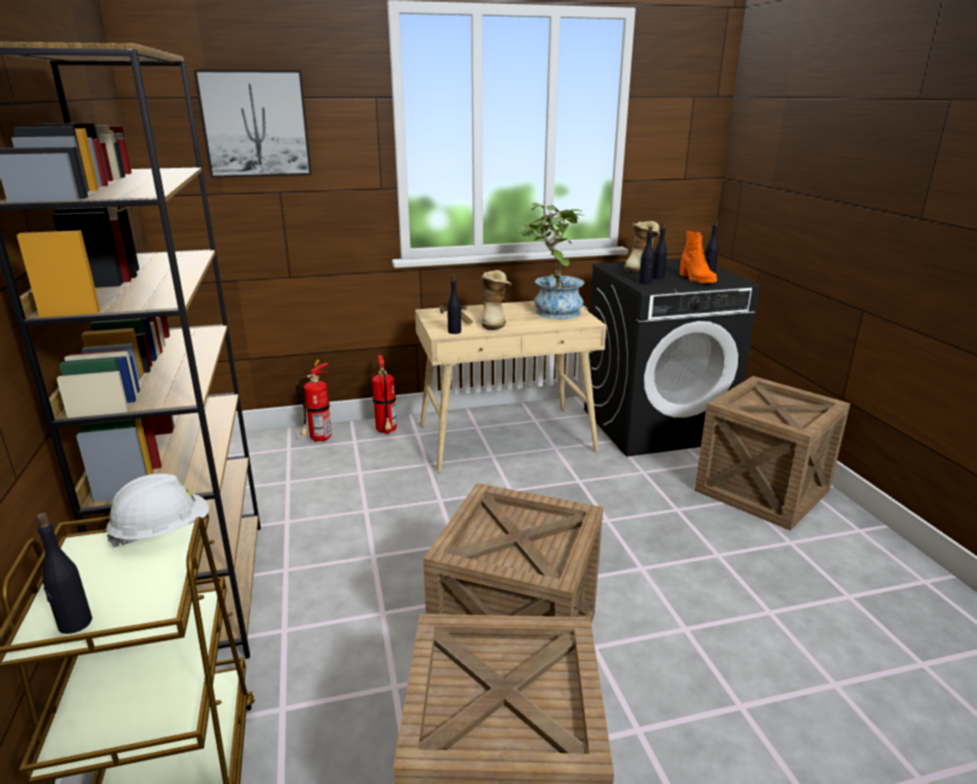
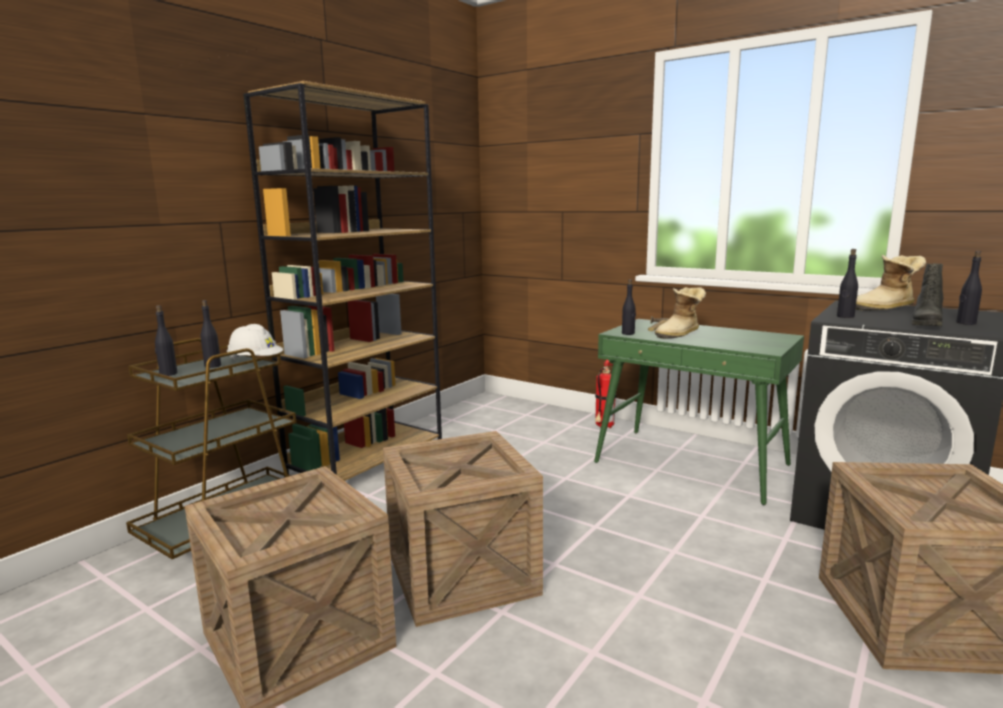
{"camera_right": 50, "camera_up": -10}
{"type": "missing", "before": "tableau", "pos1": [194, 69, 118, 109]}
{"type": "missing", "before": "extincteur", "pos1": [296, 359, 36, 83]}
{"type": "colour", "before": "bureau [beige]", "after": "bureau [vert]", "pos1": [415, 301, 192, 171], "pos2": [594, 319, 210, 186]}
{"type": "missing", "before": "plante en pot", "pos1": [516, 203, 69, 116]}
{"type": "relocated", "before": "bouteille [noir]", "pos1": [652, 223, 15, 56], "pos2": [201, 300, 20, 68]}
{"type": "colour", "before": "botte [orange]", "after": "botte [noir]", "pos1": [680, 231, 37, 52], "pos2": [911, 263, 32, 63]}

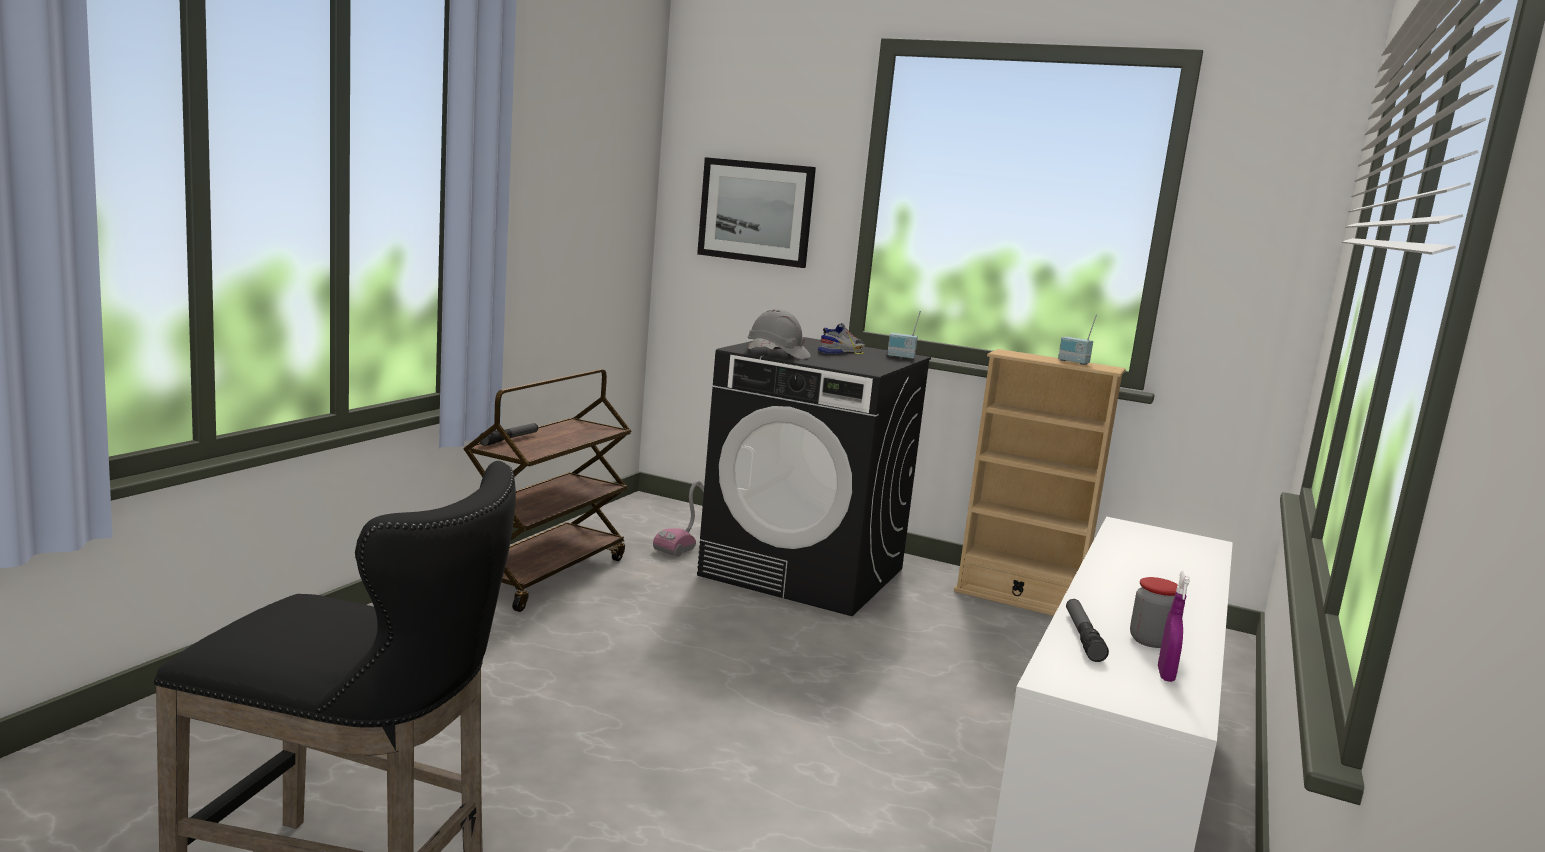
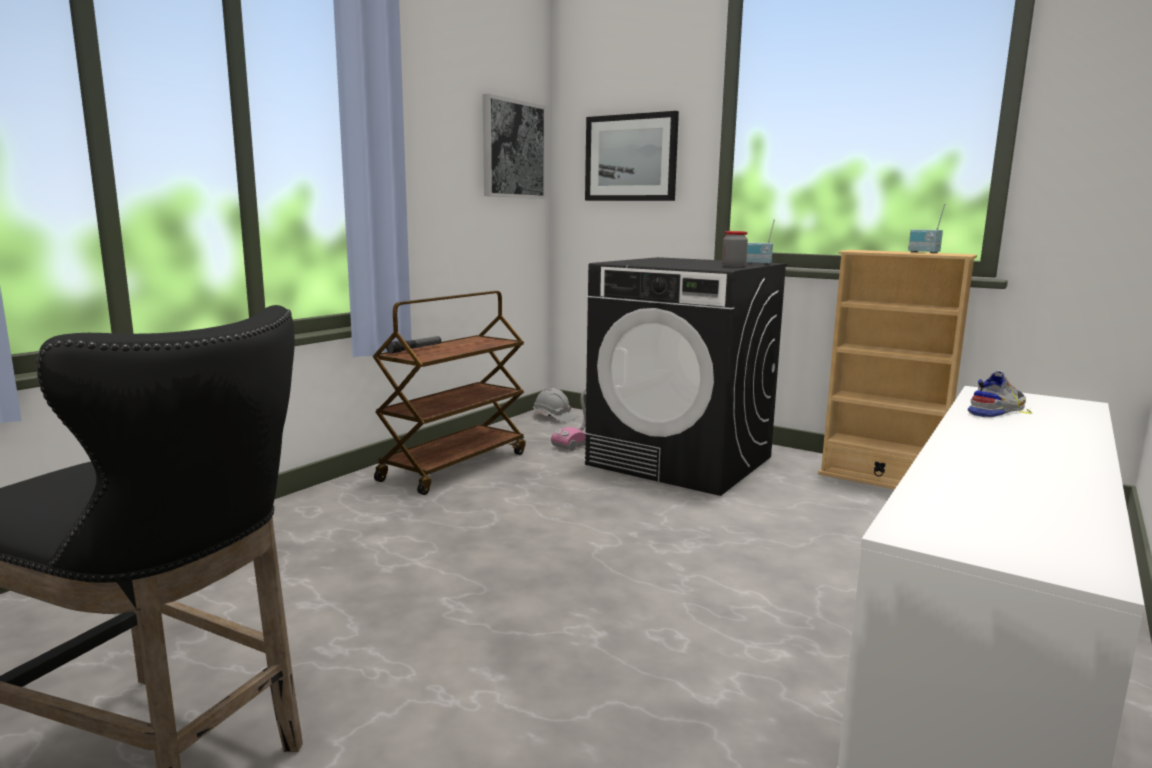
{"camera_right": 10, "camera_up": 0}
{"type": "relocated", "before": "casque de chantier [gris]", "pos1": [748, 309, 63, 50], "pos2": [533, 388, 42, 34]}
{"type": "relocated", "before": "chaussure", "pos1": [818, 323, 47, 31], "pos2": [968, 370, 64, 47]}
{"type": "missing", "before": "lampe de poche", "pos1": [1066, 599, 43, 63]}
{"type": "relocated", "before": "bocal", "pos1": [1130, 577, 48, 71], "pos2": [722, 231, 26, 36]}
{"type": "missing", "before": "vaporisateur [violet]", "pos1": [1158, 570, 32, 112]}
{"type": "appeared", "after": "tableau", "pos2": [483, 94, 63, 105]}

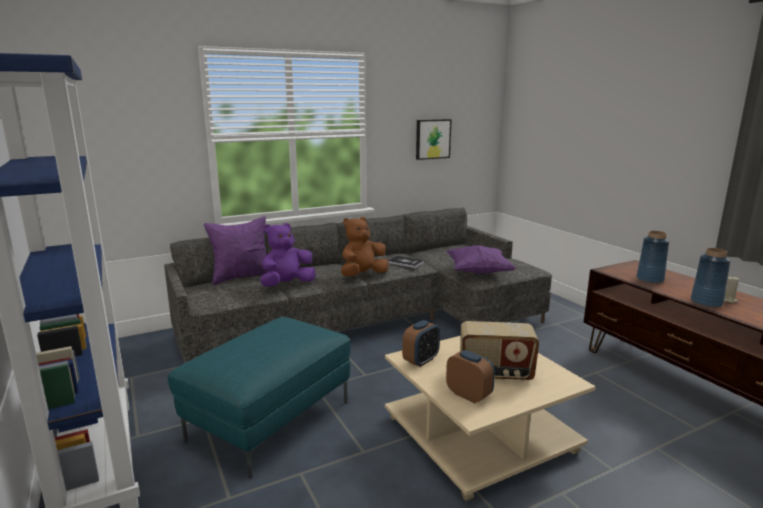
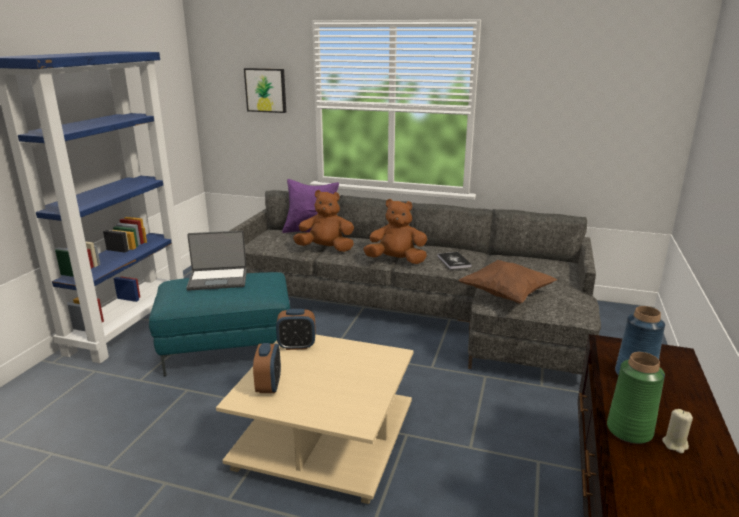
{"camera_right": 45, "camera_up": 5}
{"type": "colour", "before": "peluche [violet]", "after": "peluche [marron]", "pos1": [260, 223, 56, 64], "pos2": [293, 190, 61, 62]}
{"type": "relocated", "before": "tableau", "pos1": [416, 119, 36, 41], "pos2": [244, 68, 42, 45]}
{"type": "colour", "before": "coussin [violet]", "after": "coussin [marron]", "pos1": [446, 245, 71, 29], "pos2": [458, 260, 99, 44]}
{"type": "missing", "before": "radio", "pos1": [460, 321, 79, 61]}
{"type": "colour", "before": "vase [bleu]", "after": "vase [vert]", "pos1": [691, 248, 40, 60], "pos2": [607, 352, 58, 92]}
{"type": "appeared", "after": "ordinateur portable", "pos2": [186, 231, 61, 60]}

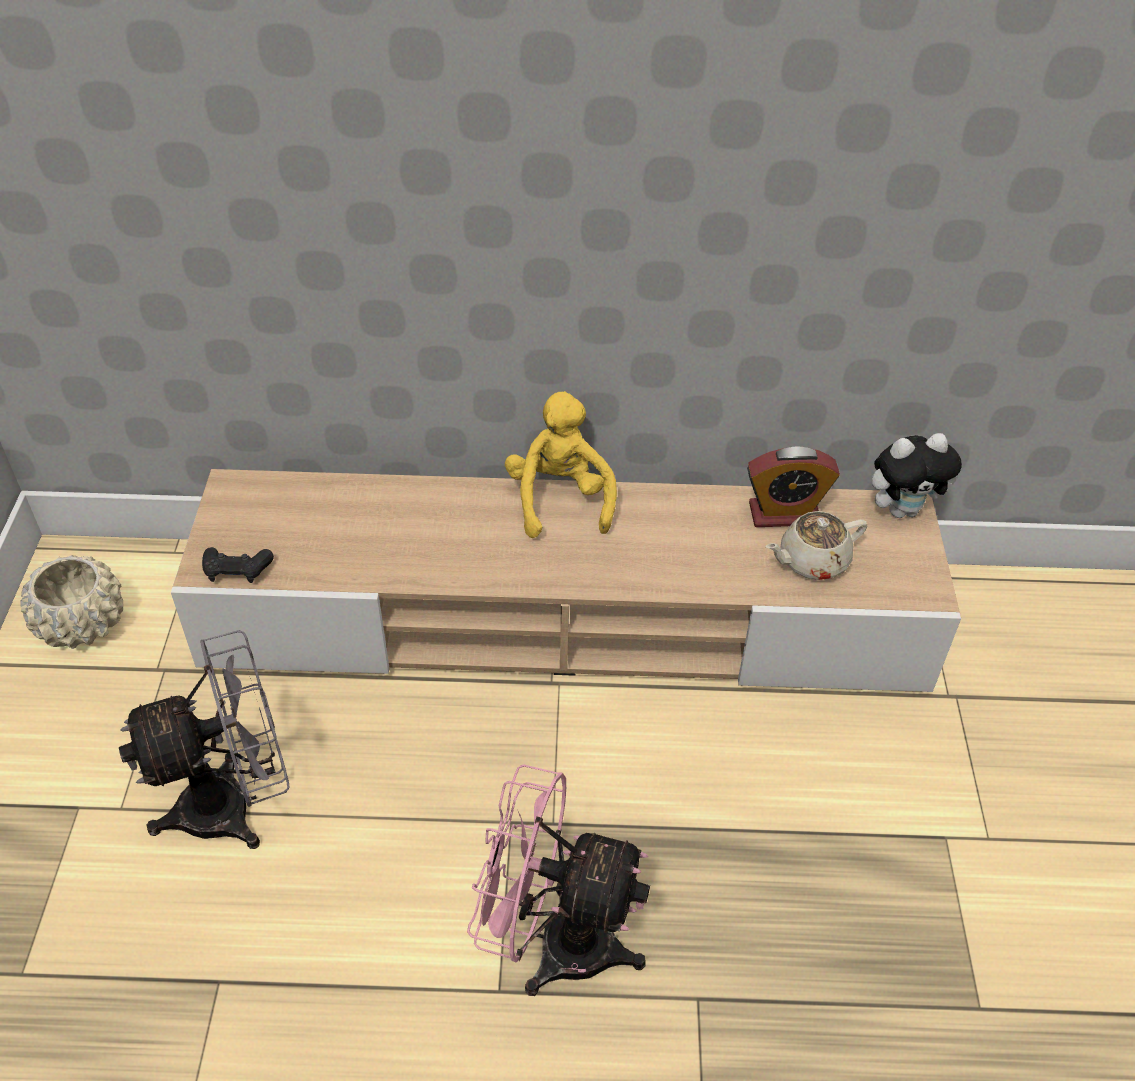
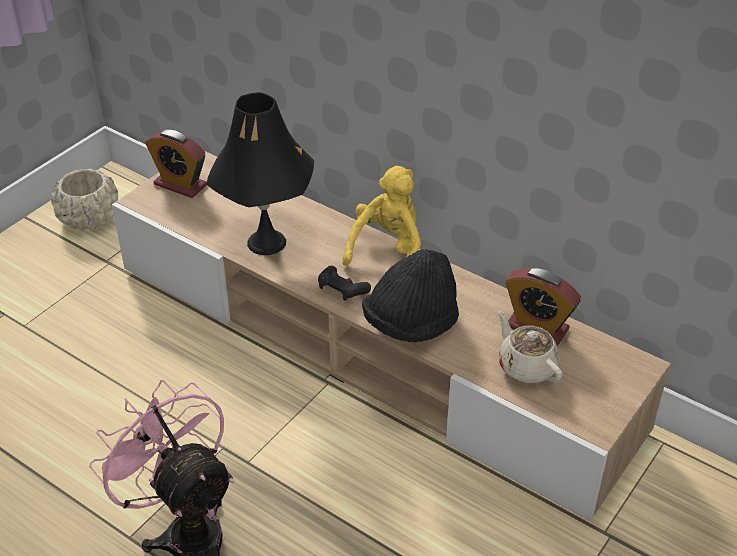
{"camera_right": 35, "camera_up": -5}
{"type": "missing", "before": "ventilateur [gris]", "pos1": [119, 630, 171, 219]}
{"type": "relocated", "before": "manette [noir]", "pos1": [202, 547, 72, 36], "pos2": [318, 265, 53, 36]}
{"type": "spun", "before": "théière [beige]", "pos1": [766, 511, 102, 69], "pos2": [498, 310, 64, 73], "turn": 45}
{"type": "missing", "before": "peluche", "pos1": [872, 433, 90, 85]}
{"type": "appeared", "after": "réveil", "pos2": [145, 130, 62, 68]}
{"type": "appeared", "after": "lampe de table [noir]", "pos2": [206, 92, 108, 163]}
{"type": "appeared", "after": "chapeau [noir]", "pos2": [362, 249, 97, 93]}

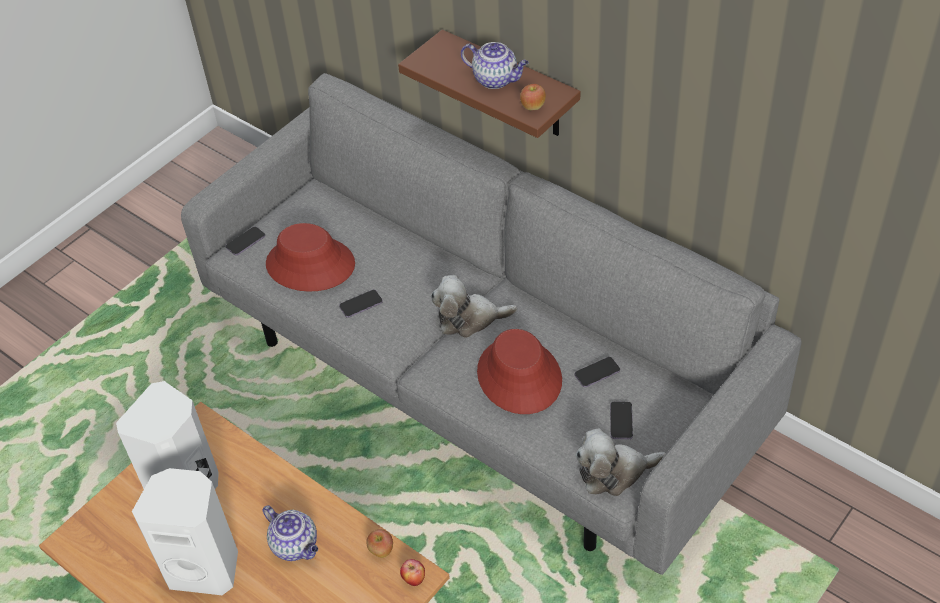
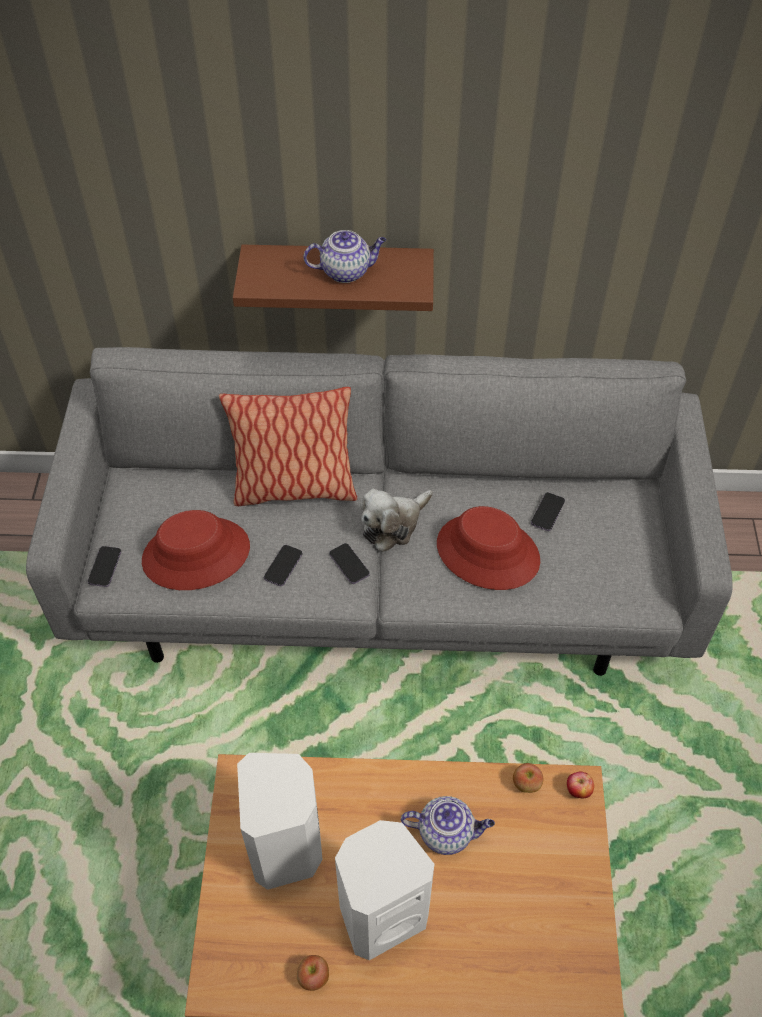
{"camera_right": -40, "camera_up": 5}
{"type": "relocated", "before": "pomme", "pos1": [520, 84, 26, 26], "pos2": [297, 955, 32, 36]}
{"type": "missing", "before": "peluche", "pos1": [575, 429, 91, 67]}
{"type": "relocated", "before": "téléphone", "pos1": [610, 401, 23, 38], "pos2": [329, 543, 41, 41]}
{"type": "appeared", "after": "coussin", "pos2": [219, 387, 138, 119]}

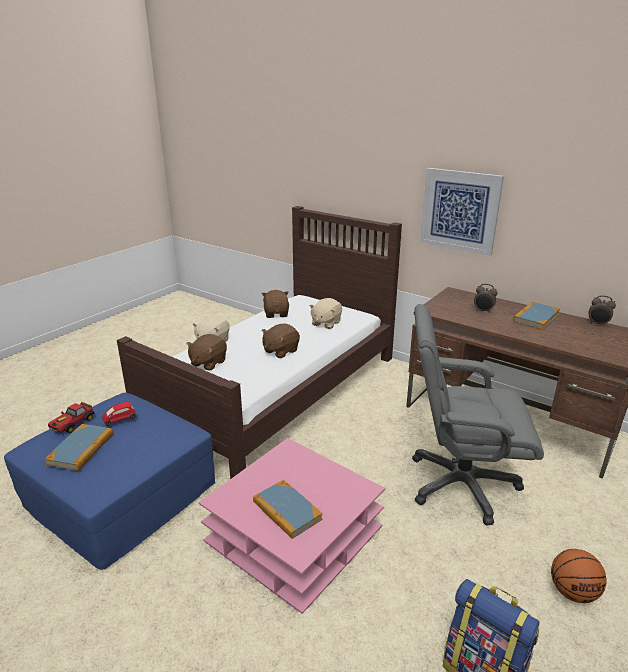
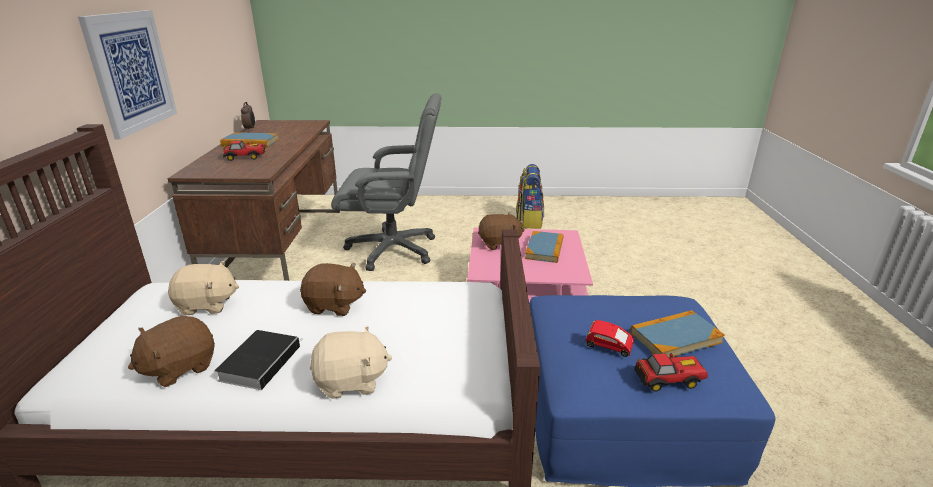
{"camera_right": -125, "camera_up": 0}
{"type": "relocated", "before": "peluche [marron]", "pos1": [186, 334, 41, 37], "pos2": [478, 213, 46, 37]}
{"type": "spun", "before": "chaise de bureau [gris]", "pos1": [412, 304, 132, 222], "pos2": [331, 93, 110, 178], "turn": -60}
{"type": "exchanged", "before": "réveil", "after": "petite voiture", "pos1": [474, 284, 23, 29], "pos2": [222, 141, 44, 20]}
{"type": "missing", "before": "ballon de basket", "pos1": [551, 549, 56, 54]}
{"type": "appeared", "after": "livre", "pos2": [215, 330, 88, 60]}

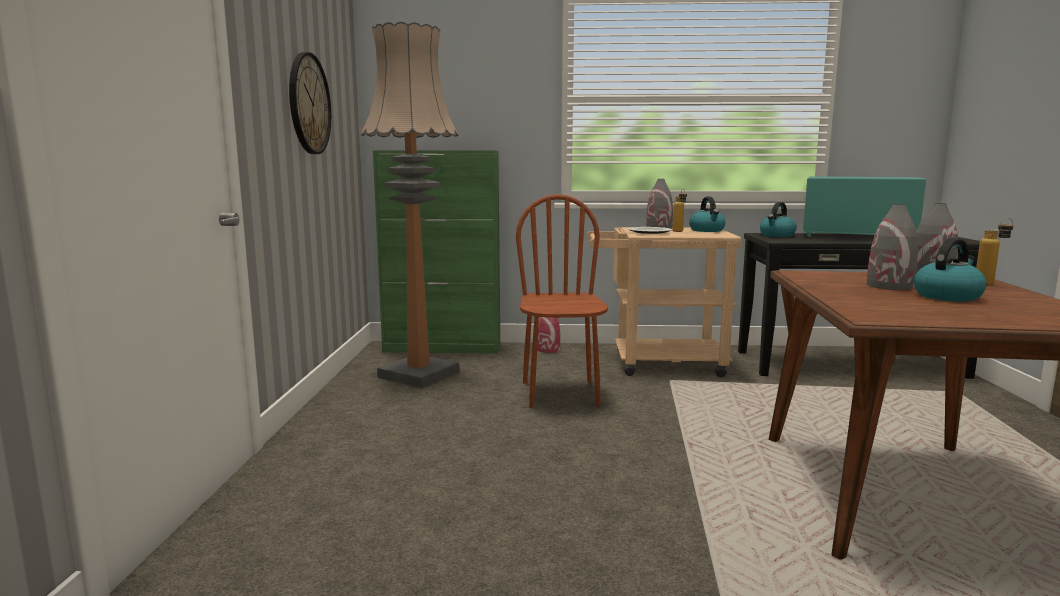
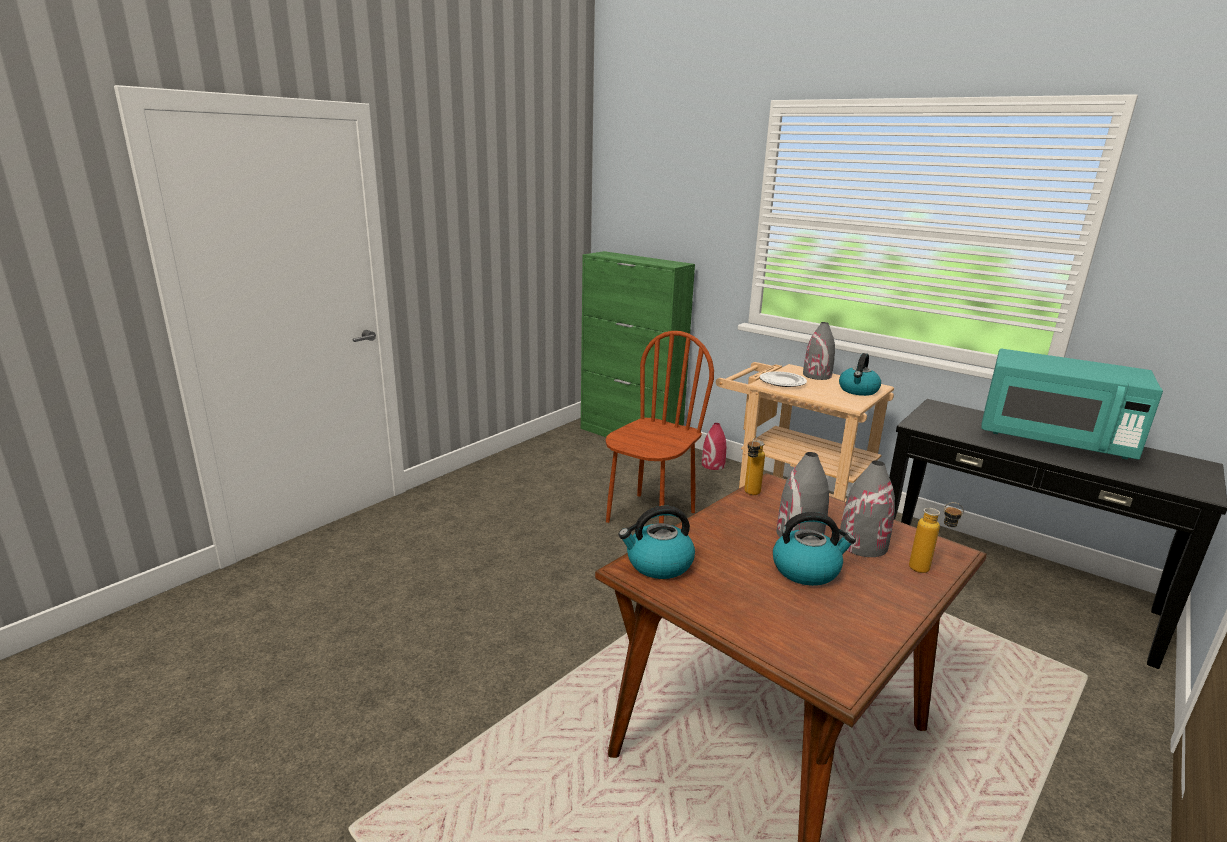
{"camera_right": 35, "camera_up": 10}
{"type": "missing", "before": "horloge murale", "pos1": [289, 52, 42, 102]}
{"type": "missing", "before": "lampadaire", "pos1": [361, 22, 98, 366]}
{"type": "relocated", "before": "bouteille", "pos1": [672, 189, 15, 43], "pos2": [744, 436, 21, 59]}
{"type": "relocated", "before": "bouilloire", "pos1": [760, 202, 37, 35], "pos2": [618, 506, 77, 73]}
{"type": "spun", "before": "micro-ondes [turquoise]", "pos1": [802, 176, 124, 61], "pos2": [981, 349, 182, 111], "turn": 150}

